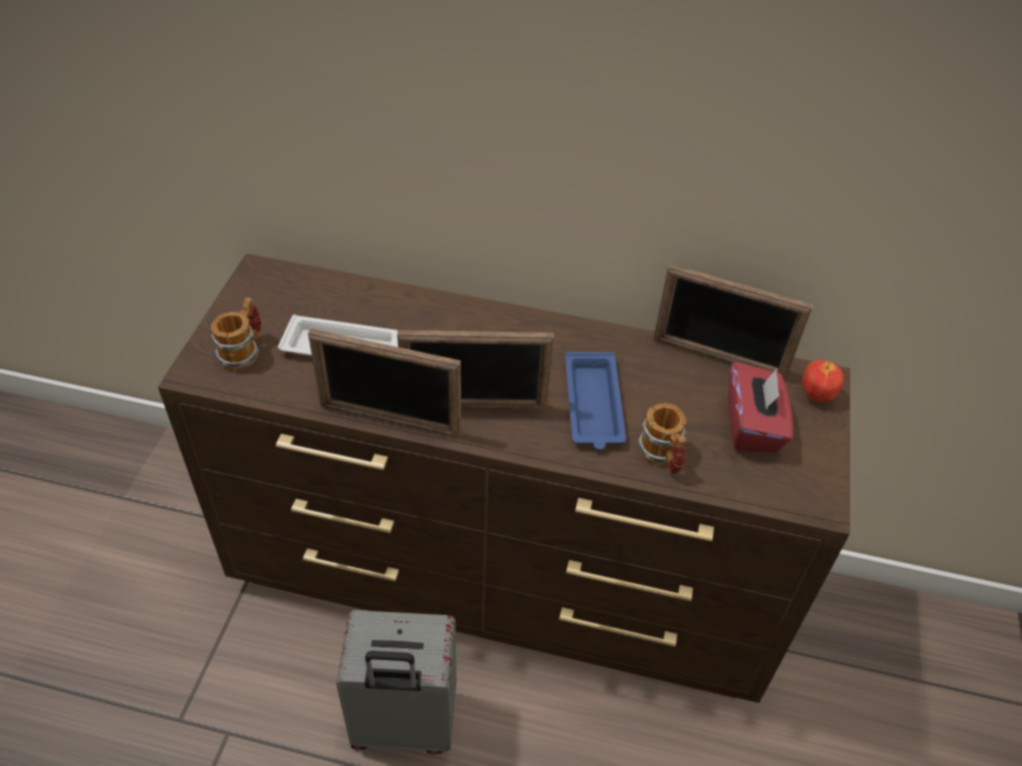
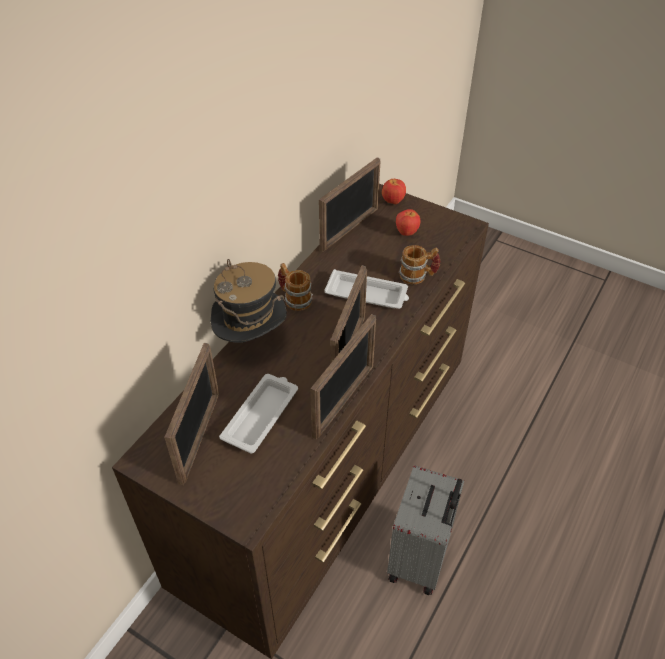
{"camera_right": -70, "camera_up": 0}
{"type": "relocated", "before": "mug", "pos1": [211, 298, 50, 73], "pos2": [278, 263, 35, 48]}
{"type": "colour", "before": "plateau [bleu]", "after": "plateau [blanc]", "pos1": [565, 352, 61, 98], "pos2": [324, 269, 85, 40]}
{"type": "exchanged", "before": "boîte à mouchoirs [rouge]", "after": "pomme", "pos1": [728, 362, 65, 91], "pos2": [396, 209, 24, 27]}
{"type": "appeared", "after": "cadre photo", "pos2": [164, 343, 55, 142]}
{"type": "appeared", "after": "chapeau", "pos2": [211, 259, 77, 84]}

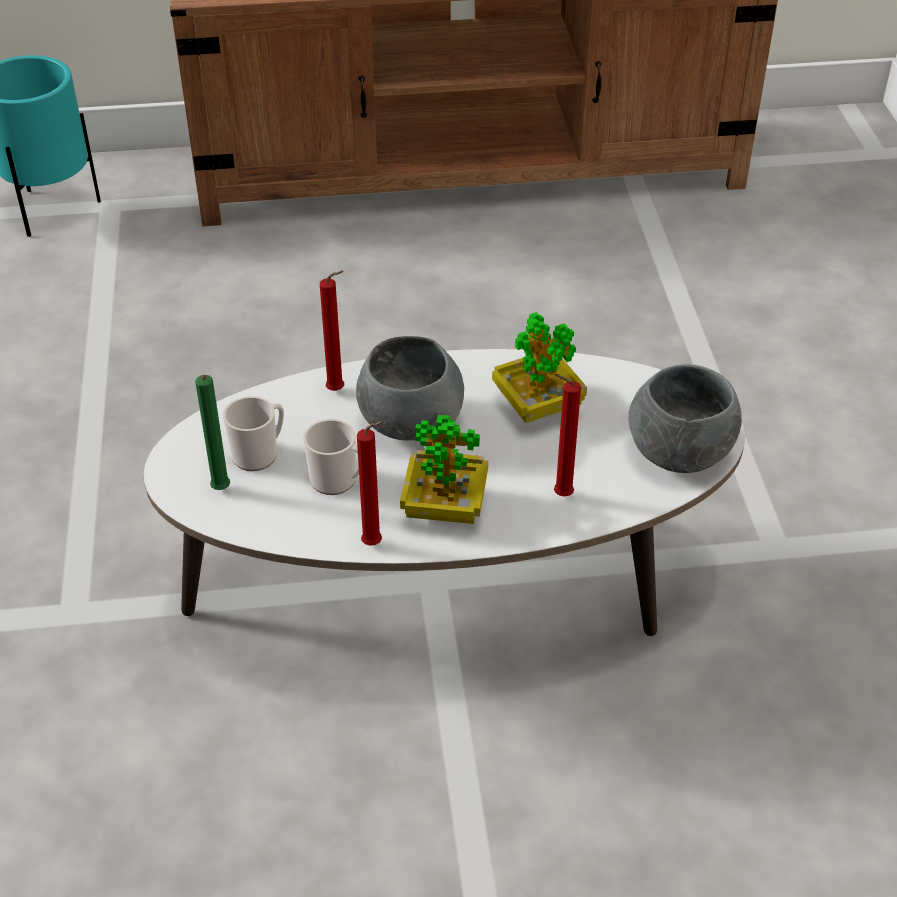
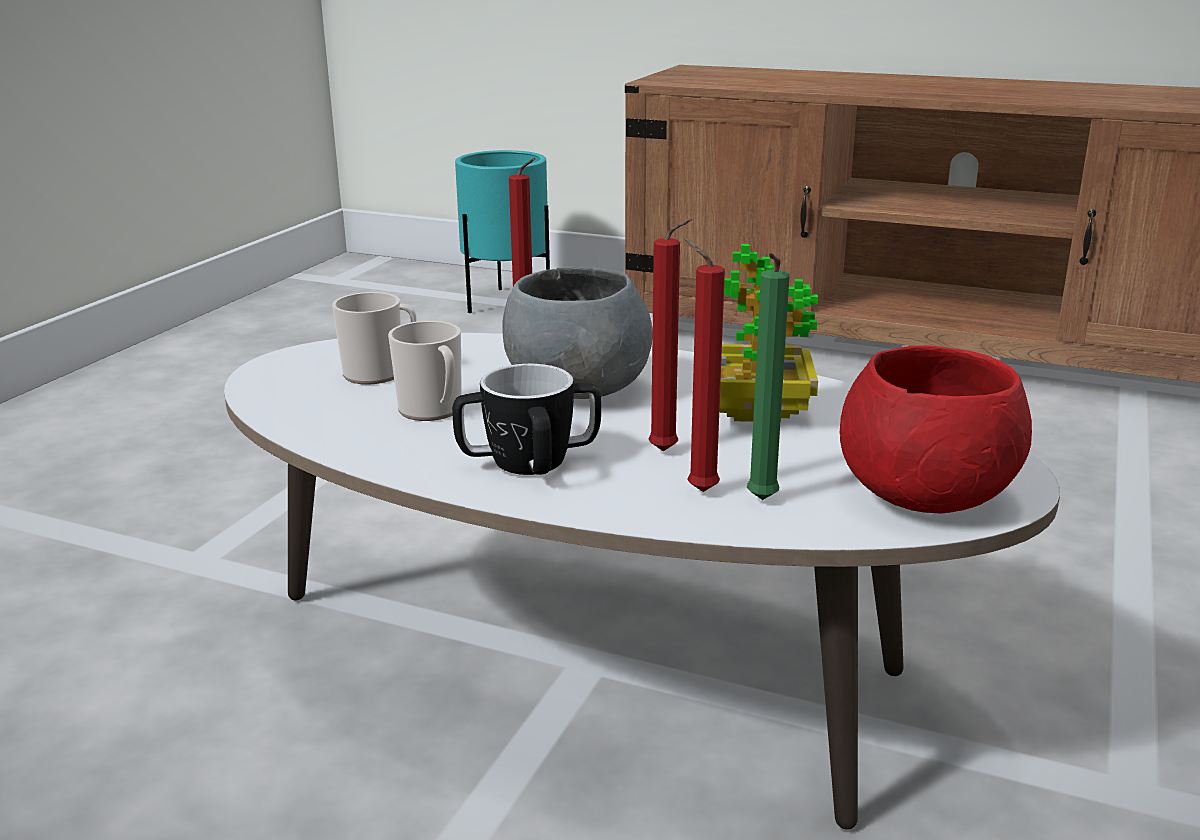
{"camera_right": 30, "camera_up": -20}
{"type": "relocated", "before": "bougie [vert]", "pos1": [195, 375, 35, 115], "pos2": [747, 253, 43, 247]}
{"type": "relocated", "before": "bougie [rouge]", "pos1": [357, 421, 27, 125], "pos2": [648, 218, 45, 233]}
{"type": "exchanged", "before": "plante en pot", "after": "mug", "pos1": [400, 415, 88, 109], "pos2": [452, 364, 149, 111]}
{"type": "colour", "before": "bol [gris]", "after": "bol [rouge]", "pos1": [628, 364, 114, 109], "pos2": [840, 345, 192, 169]}

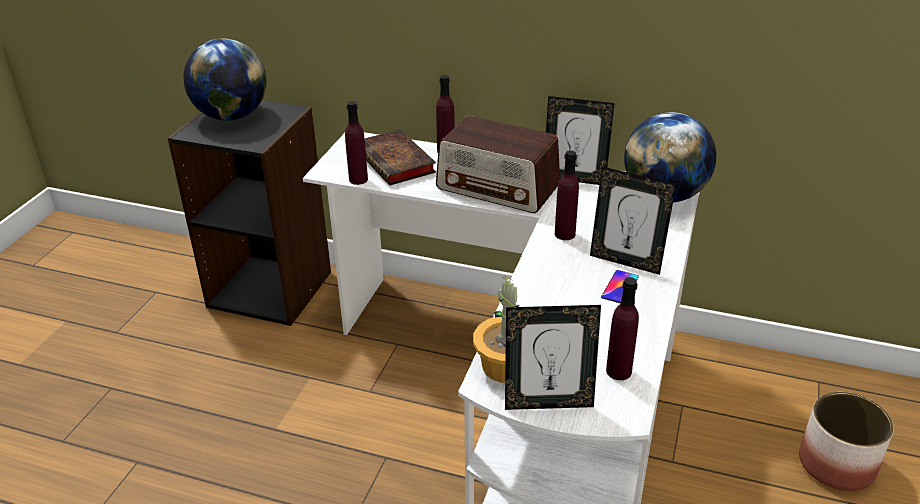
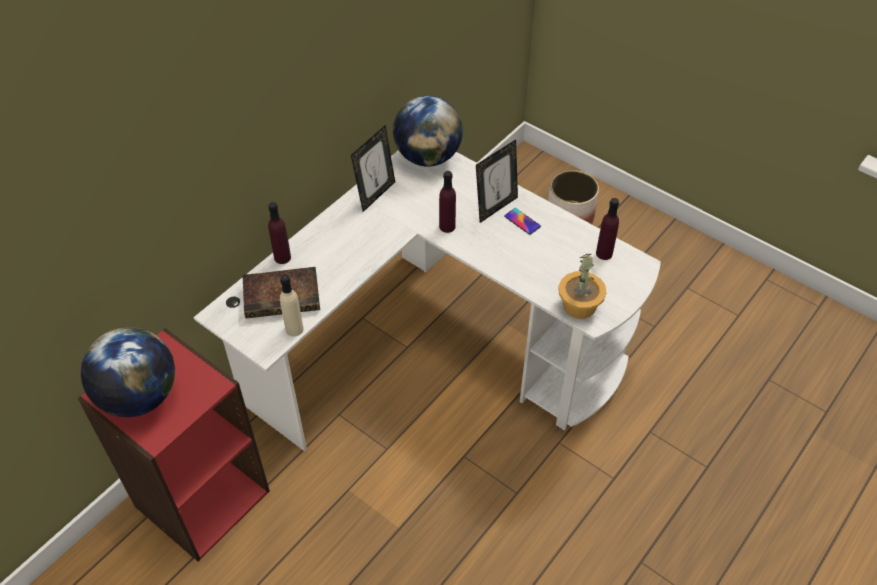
{"camera_right": -70, "camera_up": 15}
{"type": "colour", "before": "bibliothèque [noir]", "after": "bibliothèque [rouge]", "pos1": [168, 101, 163, 225], "pos2": [77, 328, 193, 234]}
{"type": "colour", "before": "bouteille [violet]", "after": "bouteille [beige]", "pos1": [345, 101, 23, 84], "pos2": [280, 274, 24, 62]}
{"type": "missing", "before": "radio", "pos1": [436, 116, 124, 97]}
{"type": "missing", "before": "cadre photo", "pos1": [505, 305, 96, 105]}

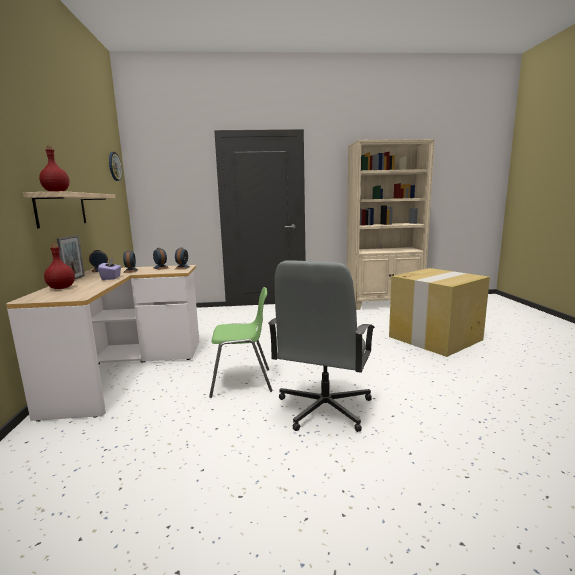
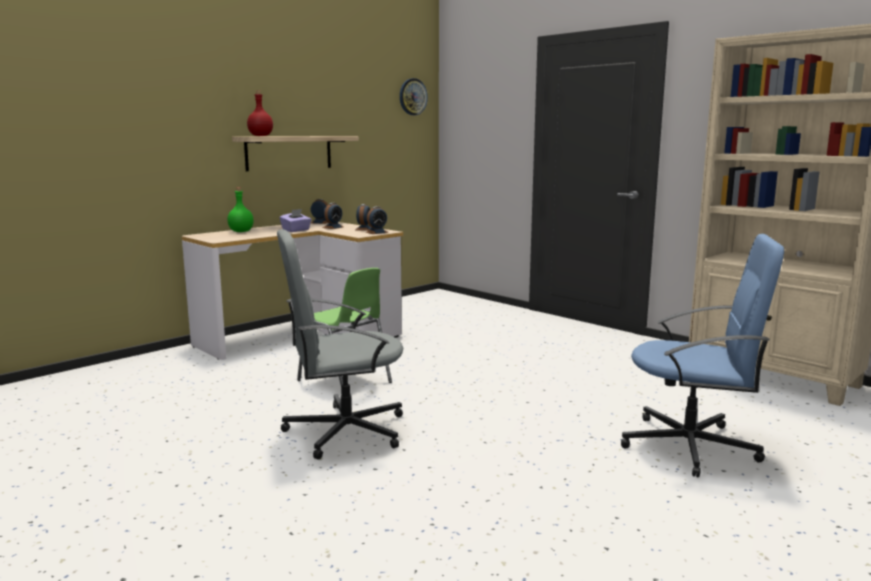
{"camera_right": 50, "camera_up": 0}
{"type": "colour", "before": "bouteille [rouge]", "after": "bouteille [vert]", "pos1": [44, 244, 31, 45], "pos2": [227, 187, 27, 45]}
{"type": "missing", "before": "cadre photo", "pos1": [57, 235, 28, 44]}
{"type": "exchanged", "before": "carton", "after": "chaise de bureau [bleu]", "pos1": [389, 268, 101, 89], "pos2": [621, 234, 163, 243]}

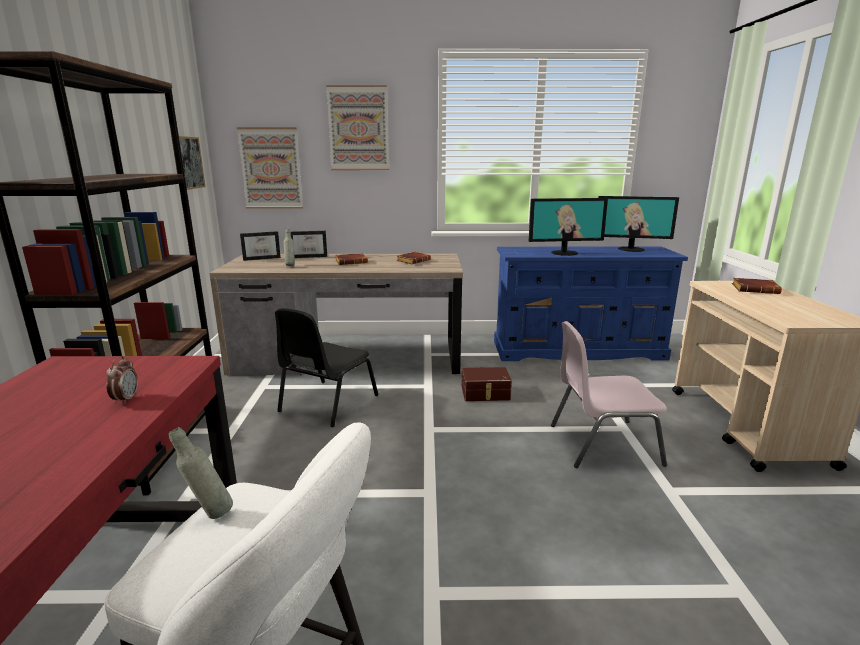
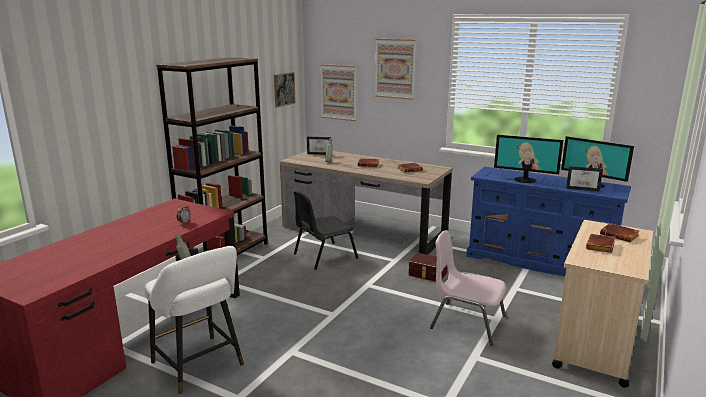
{"camera_right": 30, "camera_up": 0}
{"type": "relocated", "before": "cadre photo", "pos1": [291, 231, 36, 27], "pos2": [566, 166, 37, 25]}
{"type": "appeared", "after": "livre [marron]", "pos2": [586, 234, 29, 19]}

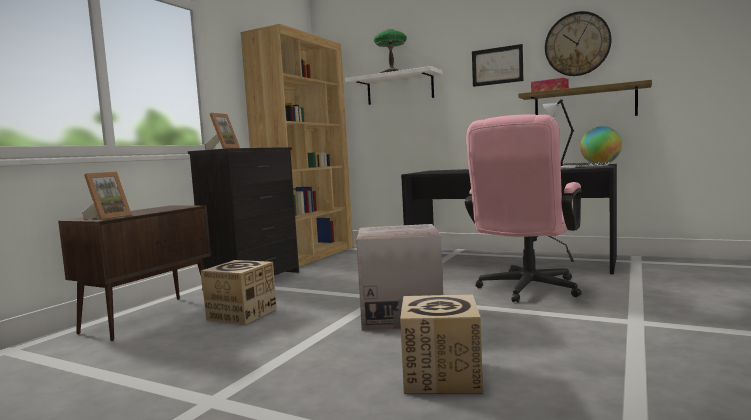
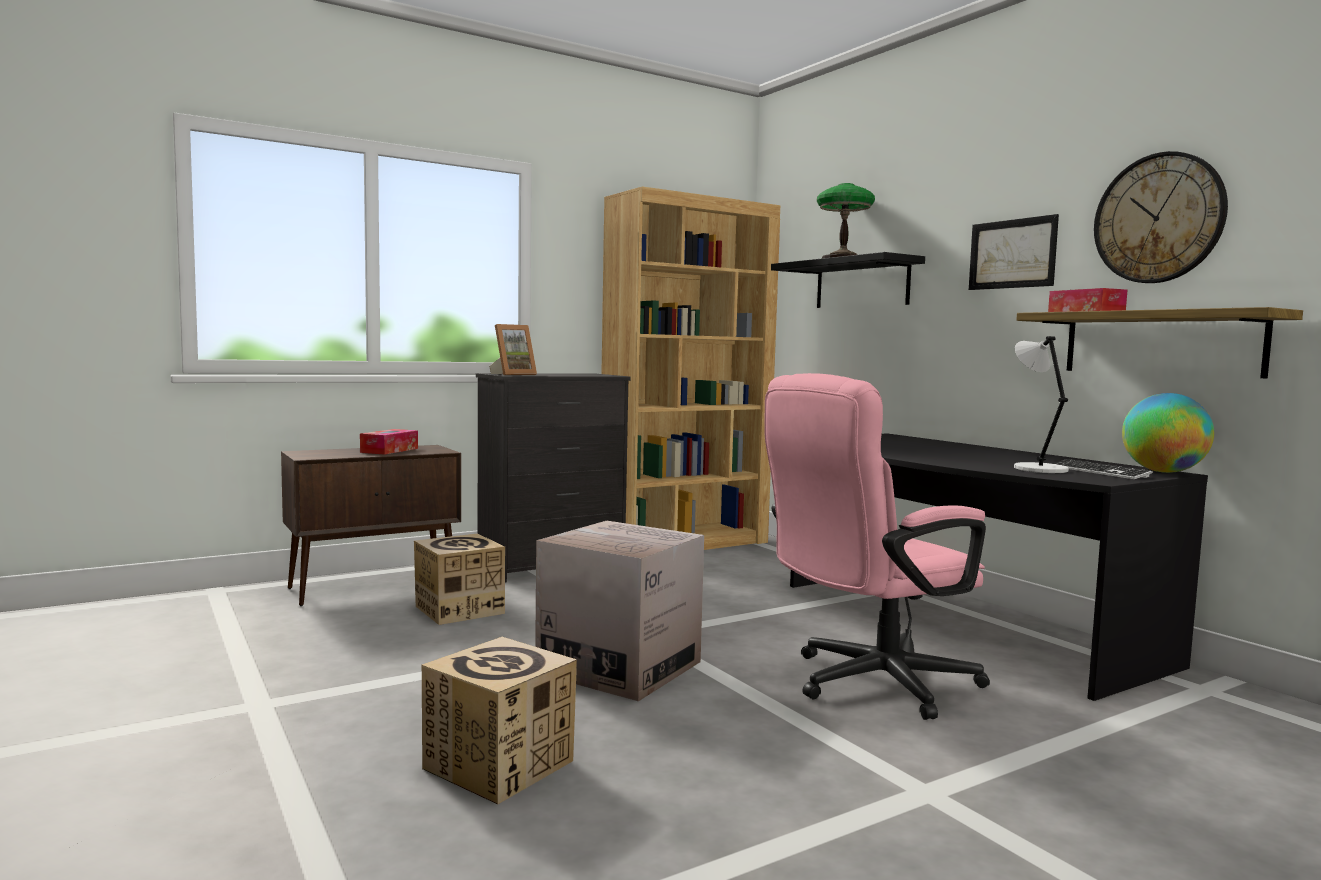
{"camera_right": 30, "camera_up": 0}
{"type": "missing", "before": "cadre photo", "pos1": [82, 172, 50, 48]}
{"type": "colour", "before": "étagère [blanc]", "after": "étagère [noir]", "pos1": [345, 66, 97, 39], "pos2": [771, 252, 154, 56]}
{"type": "appeared", "after": "boîte à mouchoirs", "pos2": [360, 429, 58, 26]}

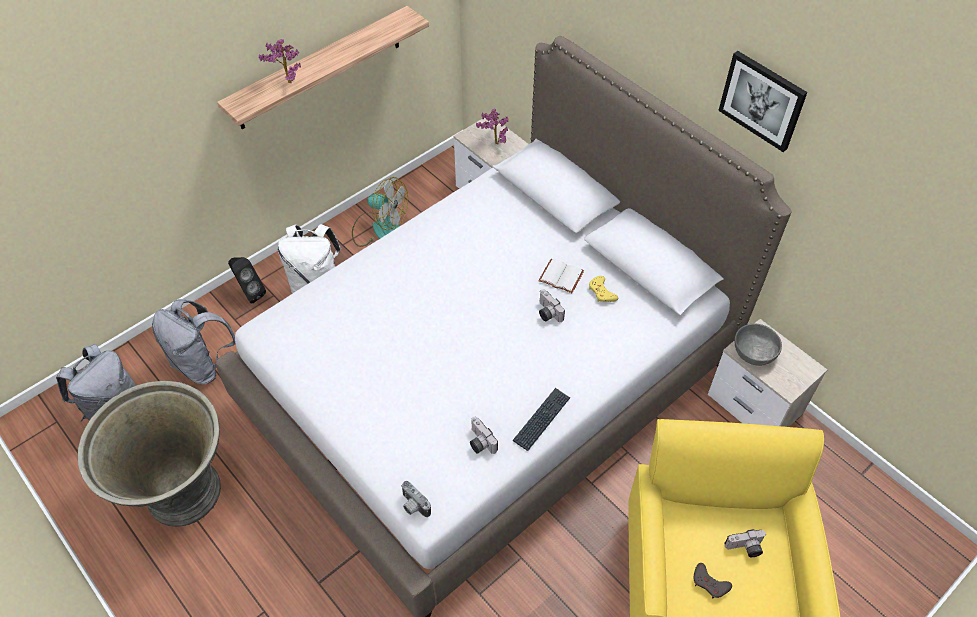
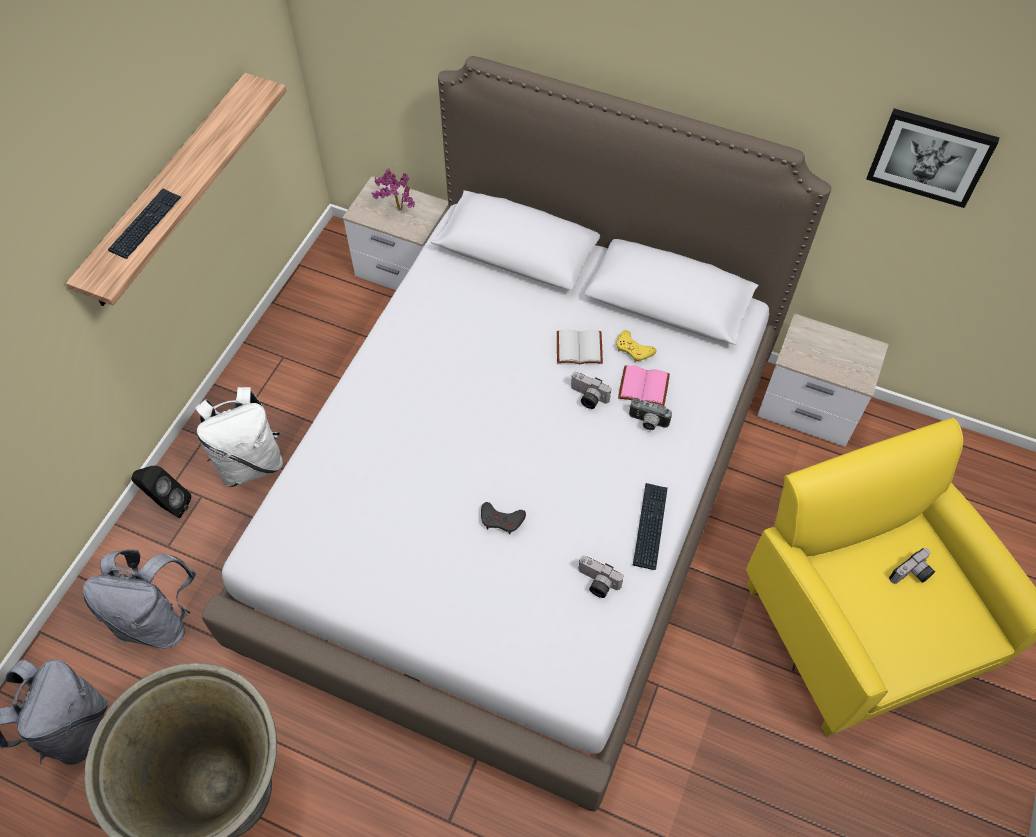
{"camera_right": -25, "camera_up": 5}
{"type": "exchanged", "before": "plante en pot", "after": "clavier", "pos1": [259, 39, 42, 44], "pos2": [108, 189, 73, 70]}
{"type": "missing", "before": "ventilateur", "pos1": [352, 177, 56, 70]}
{"type": "relocated", "before": "appareil photo", "pos1": [401, 481, 30, 36], "pos2": [629, 398, 43, 32]}
{"type": "relocated", "before": "manette [gris]", "pos1": [693, 563, 39, 35], "pos2": [481, 502, 45, 32]}
{"type": "relocated", "before": "tableau", "pos1": [718, 51, 89, 101], "pos2": [866, 109, 133, 99]}
{"type": "missing", "before": "bol [gris]", "pos1": [734, 324, 48, 42]}
{"type": "appeared", "after": "livre [rose]", "pos2": [618, 365, 52, 41]}

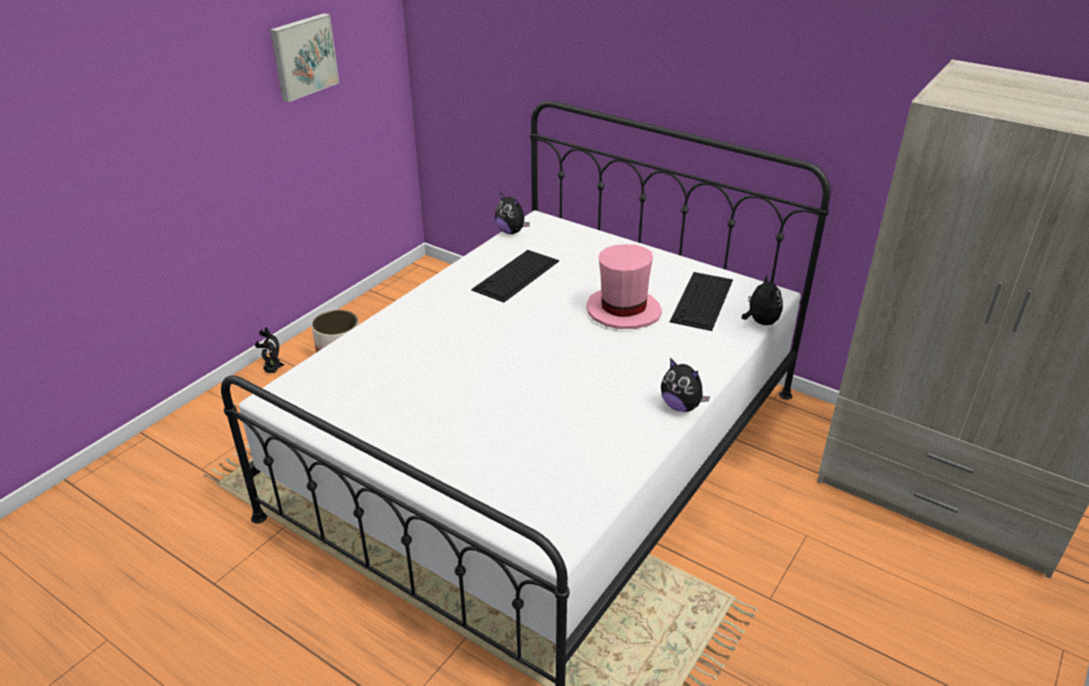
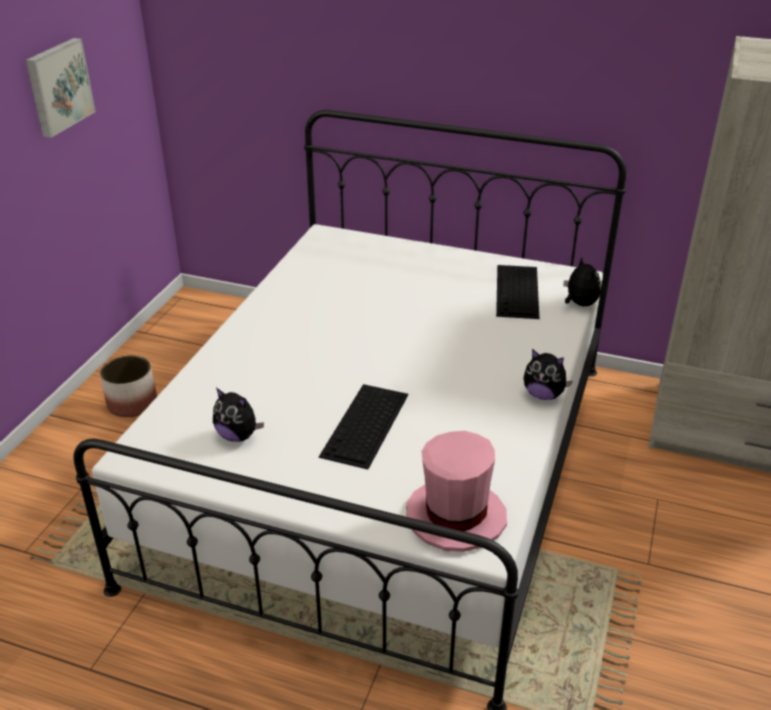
{"camera_right": -15, "camera_up": 0}
{"type": "missing", "before": "plante en pot", "pos1": [255, 327, 29, 46]}
{"type": "relocated", "before": "clavier", "pos1": [471, 250, 88, 53], "pos2": [319, 384, 89, 85]}
{"type": "relocated", "before": "peluche", "pos1": [495, 192, 35, 42], "pos2": [213, 388, 51, 54]}
{"type": "relocated", "before": "chapeau [rose]", "pos1": [586, 244, 76, 85], "pos2": [406, 431, 101, 121]}

